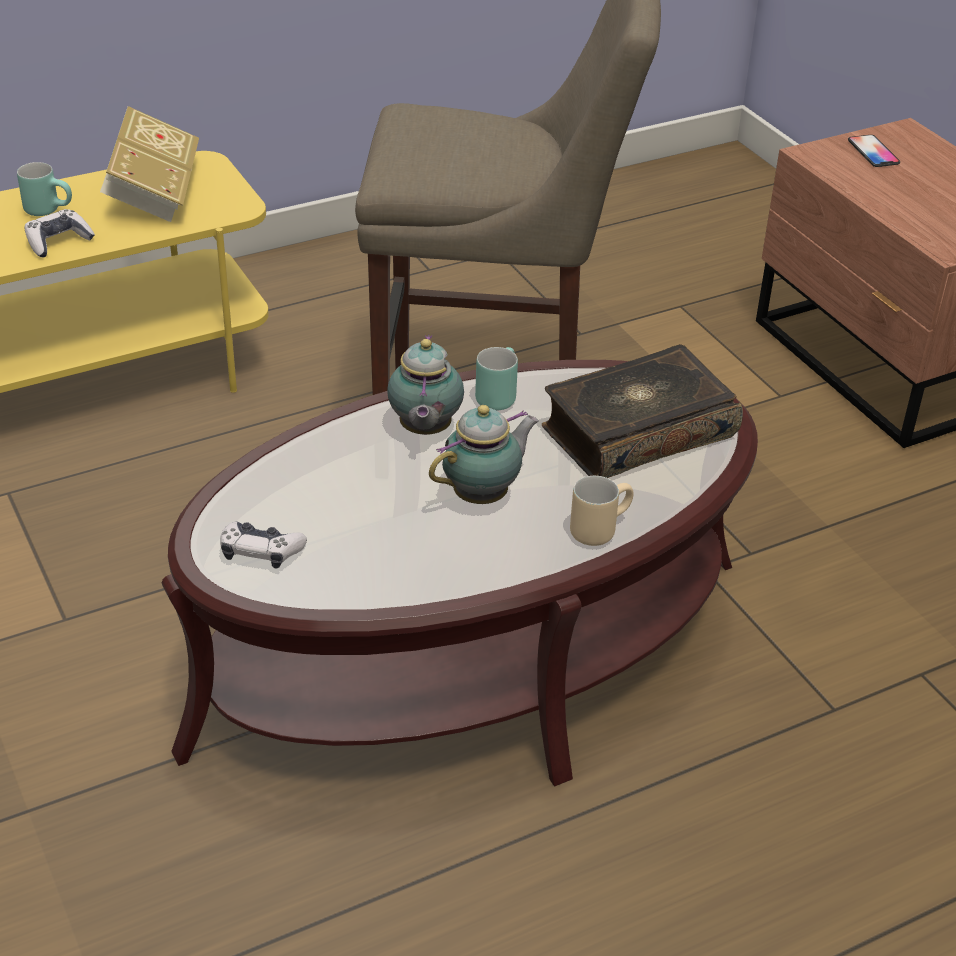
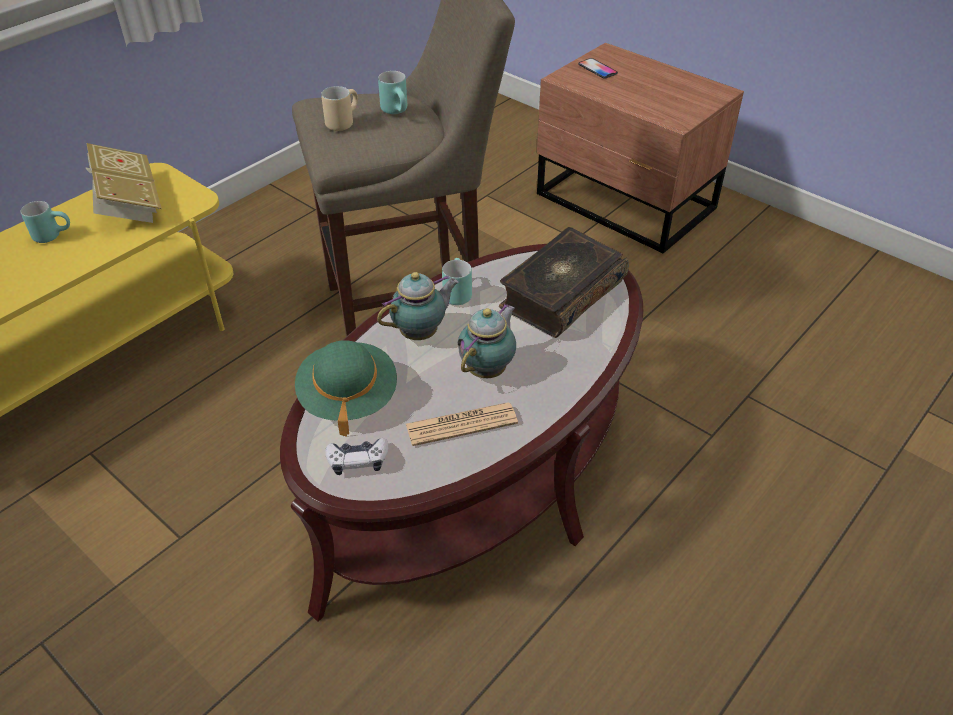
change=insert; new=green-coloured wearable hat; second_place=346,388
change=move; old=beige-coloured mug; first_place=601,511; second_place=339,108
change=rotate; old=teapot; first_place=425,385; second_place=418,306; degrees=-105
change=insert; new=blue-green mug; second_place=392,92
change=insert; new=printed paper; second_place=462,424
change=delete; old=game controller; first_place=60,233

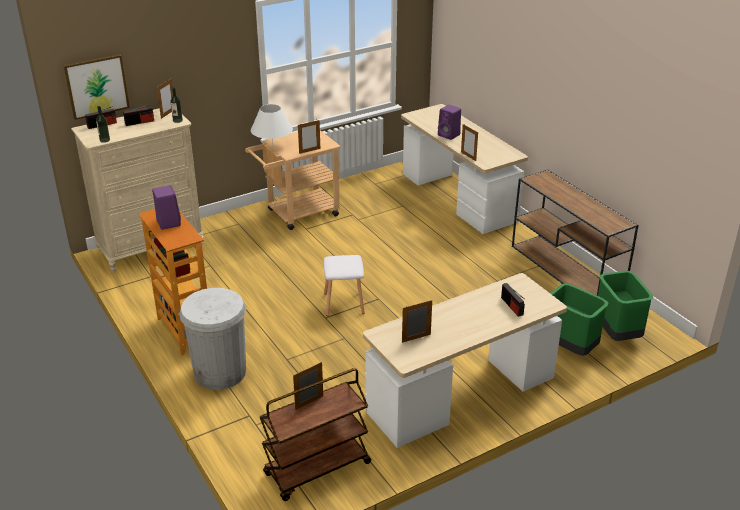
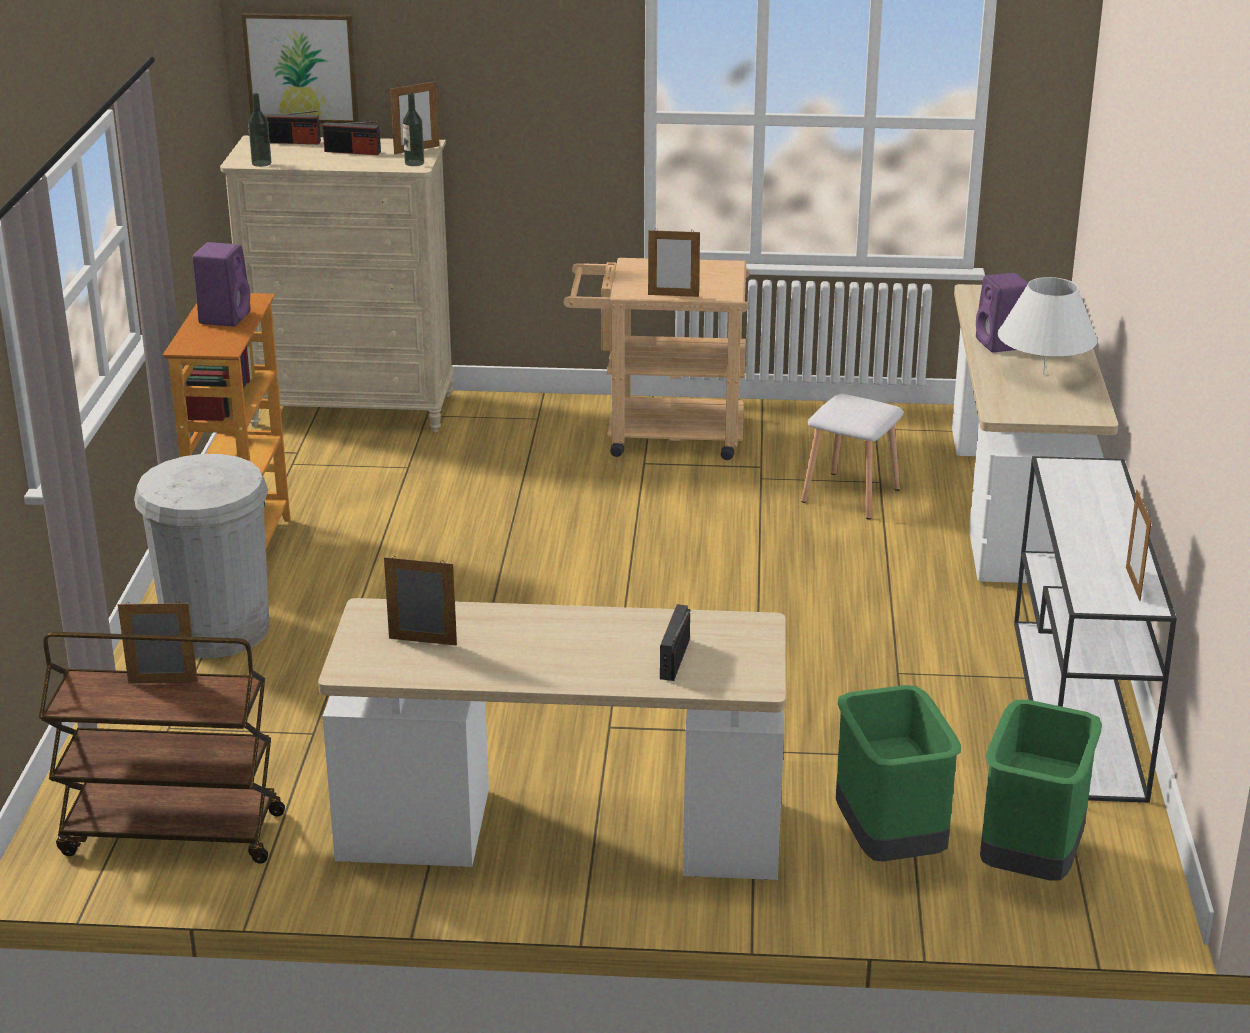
change=move; old=white stool seat; first_place=344,285; second_place=852,456
change=move; old=white tabletop lamp; first_place=272,125; second_place=1048,326
change=recolor; old=brown-coloured narrow table; new=white narrow table; first_place=575,232; second_place=1095,629
change=move; old=standing frame; first_place=469,142; second_place=1139,545

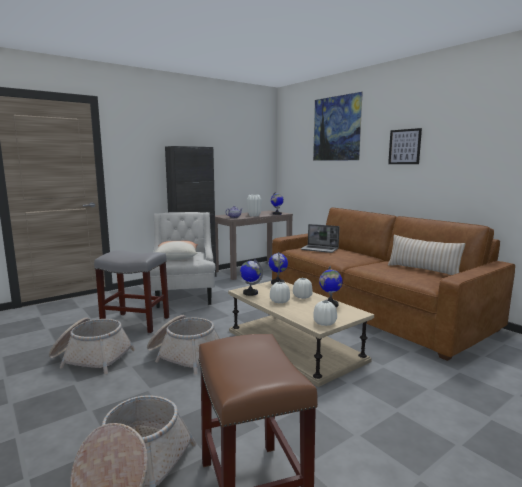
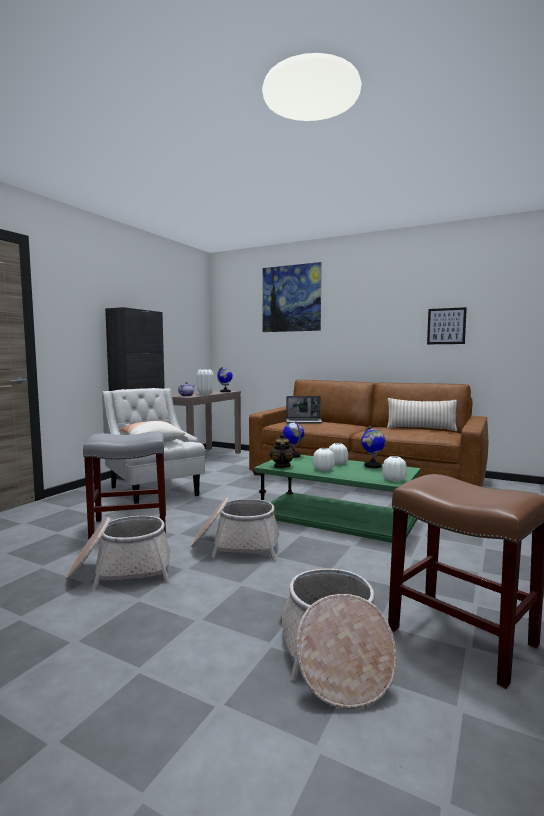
change=recolor; old=beige-coloured low table; new=green-coloured low table; first_place=301,334; second_place=337,499
change=replace; old=globe; new=teapot; first_place=251,277; second_place=282,450
change=move; old=wall picture; first_place=405,146; second_place=447,325

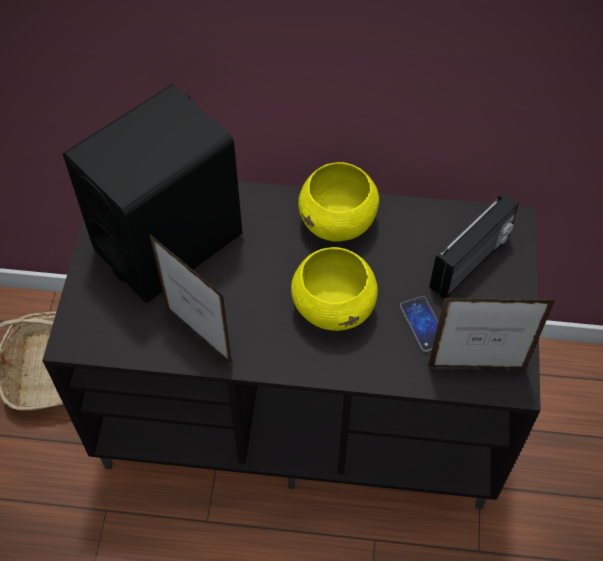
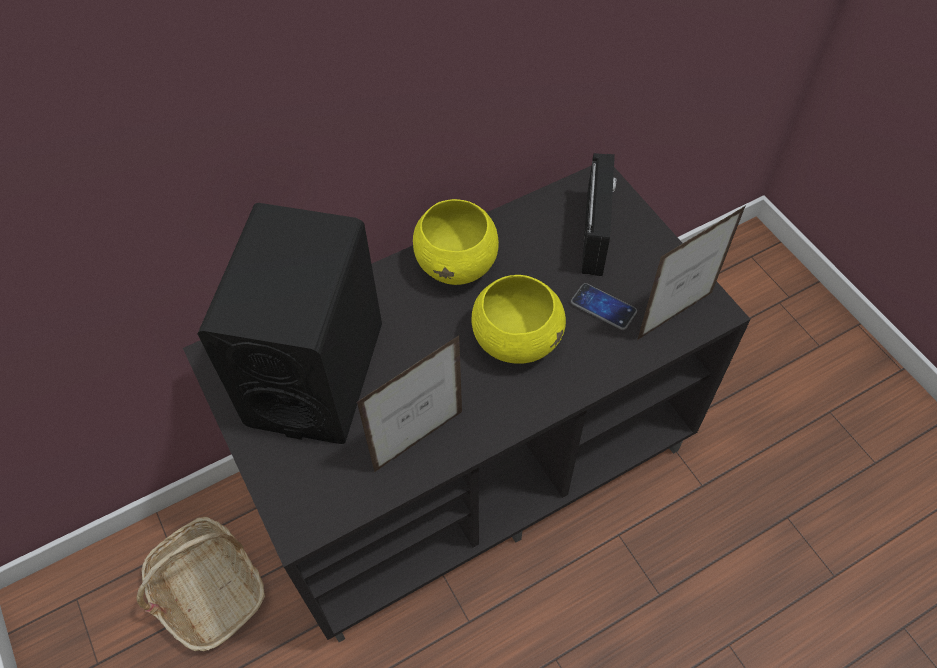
change=rotate; old=standing frame; first_place=191,299; second_place=409,403; degrees=135

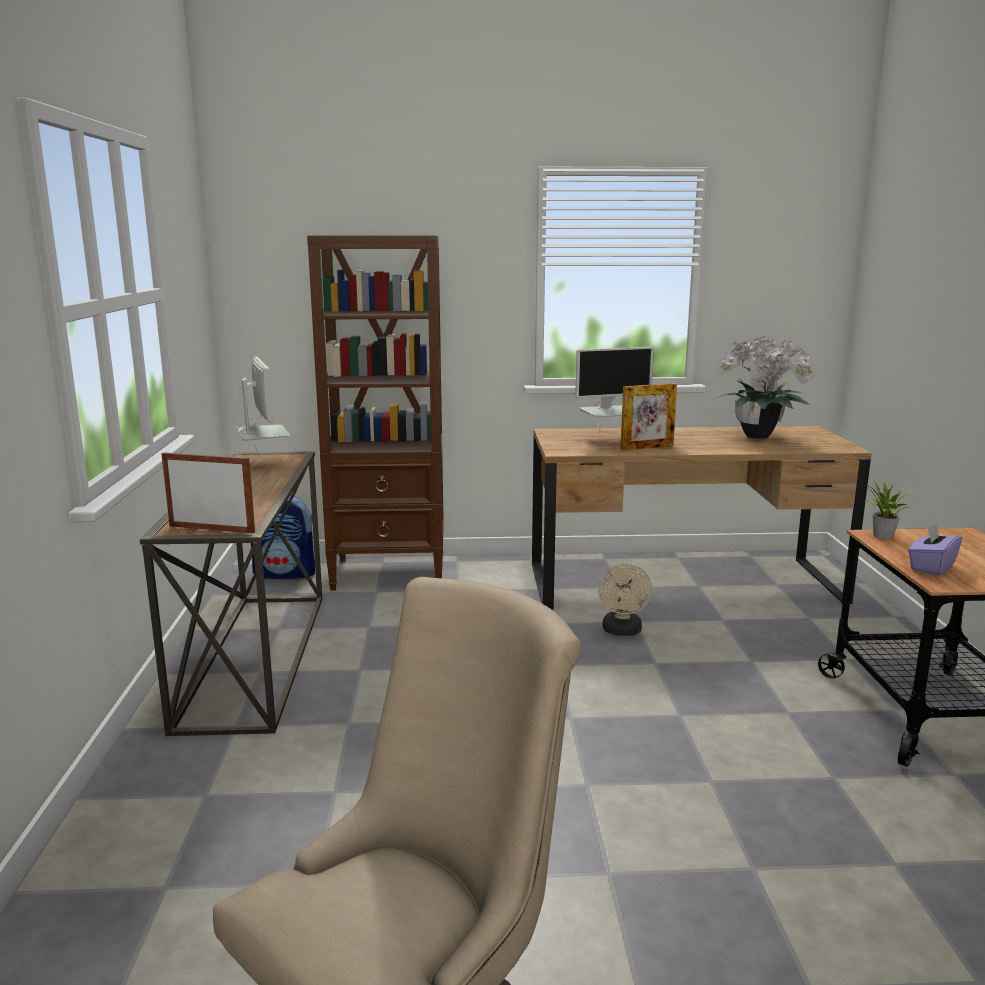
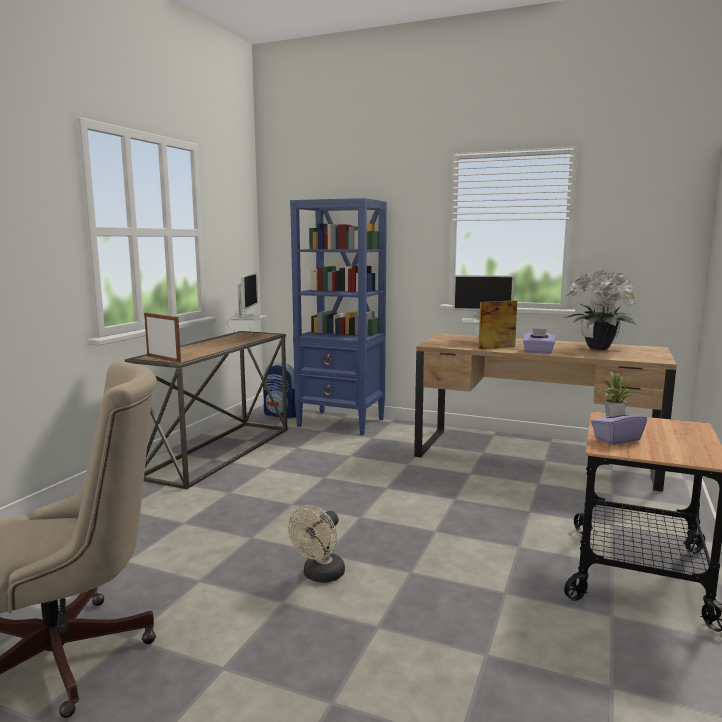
change=move; old=beige-coloured electric fan; first_place=625,600; second_place=316,544
change=recolor; old=brown-coloured shelving unit; new=bluish shelving unit; first_place=375,413; second_place=338,316
change=rotate; old=standing frame; first_place=648,417; second_place=497,325; degrees=150
change=insert; new=purplish tissue holder; second_place=539,341

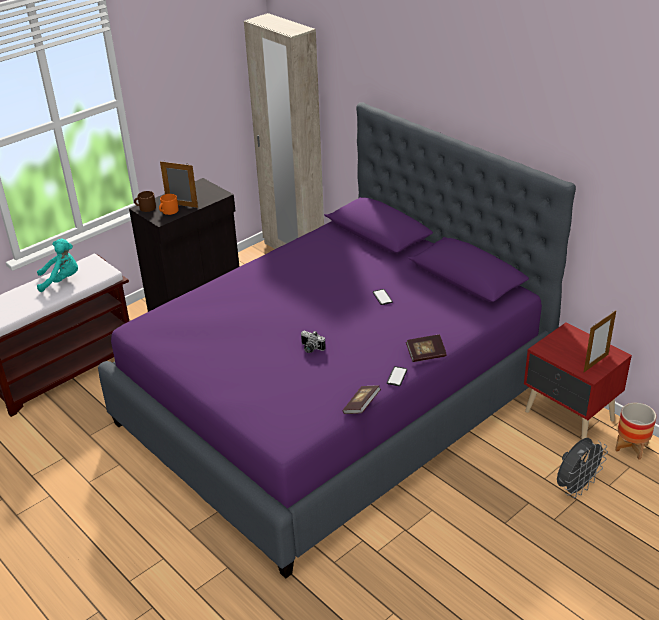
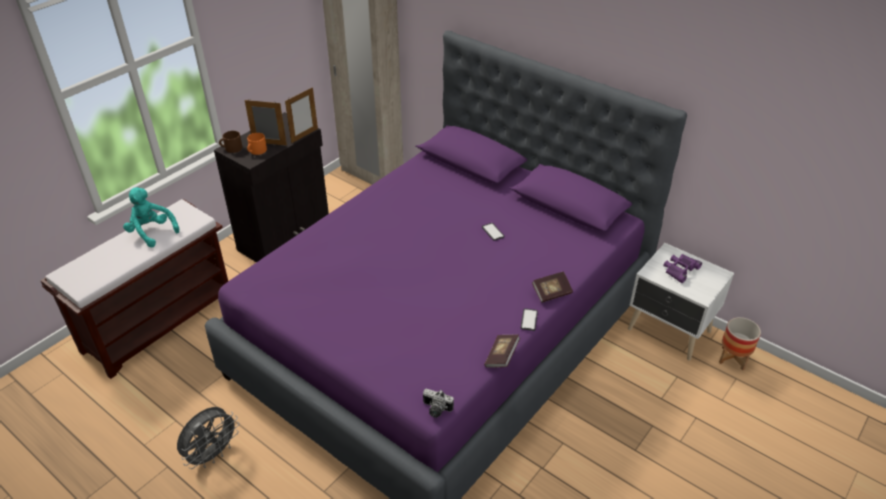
change=rotate; old=blue-green plush toy; first_place=57,265; second_place=151,217; degrees=-120
change=move; old=gray electric fan; first_place=582,468; second_place=208,438
change=move; old=standing frame; first_place=600,341; second_place=301,115
change=move; old=still camera; first_place=313,342; second_place=438,403
change=recolor; old=red night table; new=white night table; first_place=578,381; second_place=681,302
change=insert; new=purplish field glasses; second_place=682,268

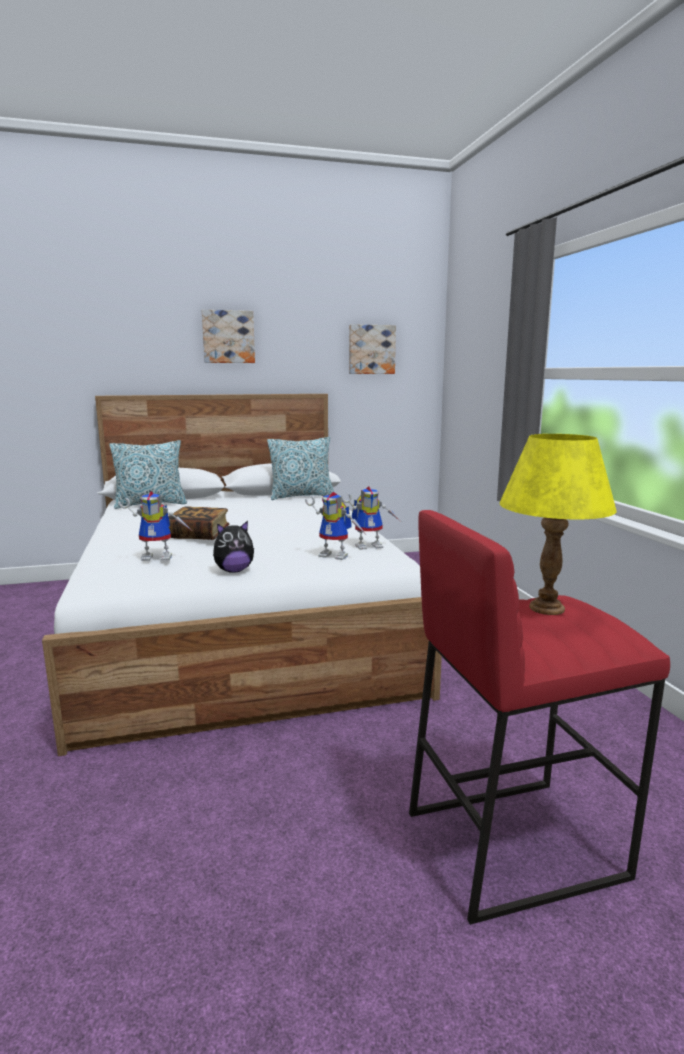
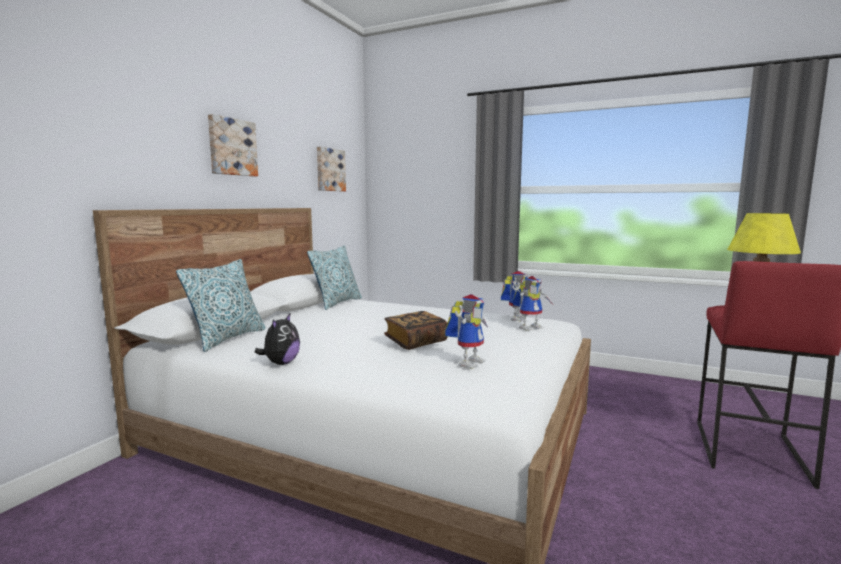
change=move; old=plush toy; first_place=233,547; second_place=277,339

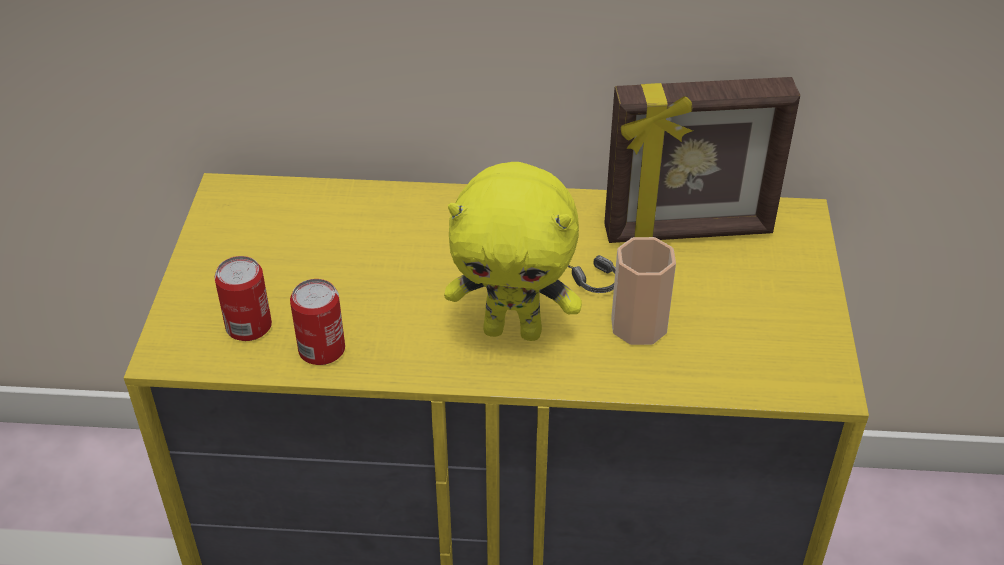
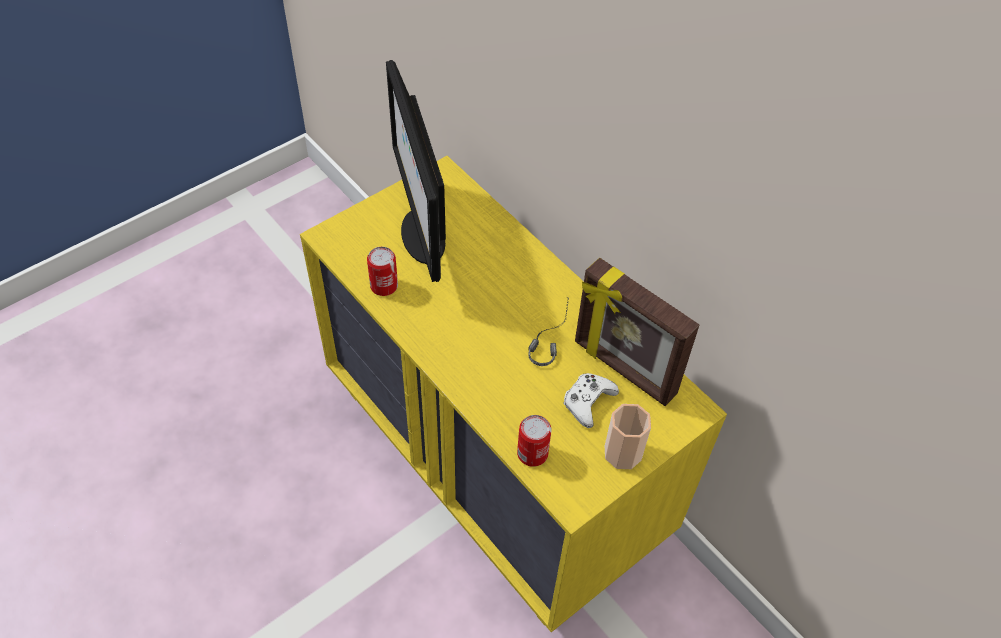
change=insert; new=monitor; second_place=416,171
change=move; old=can; first_place=243,298; second_place=534,441
change=insert; new=white game controller; second_place=591,400
change=move; old=drinking cup; first_place=643,291; second_place=628,436
change=delete; old=yellow plush toy; first_place=513,251

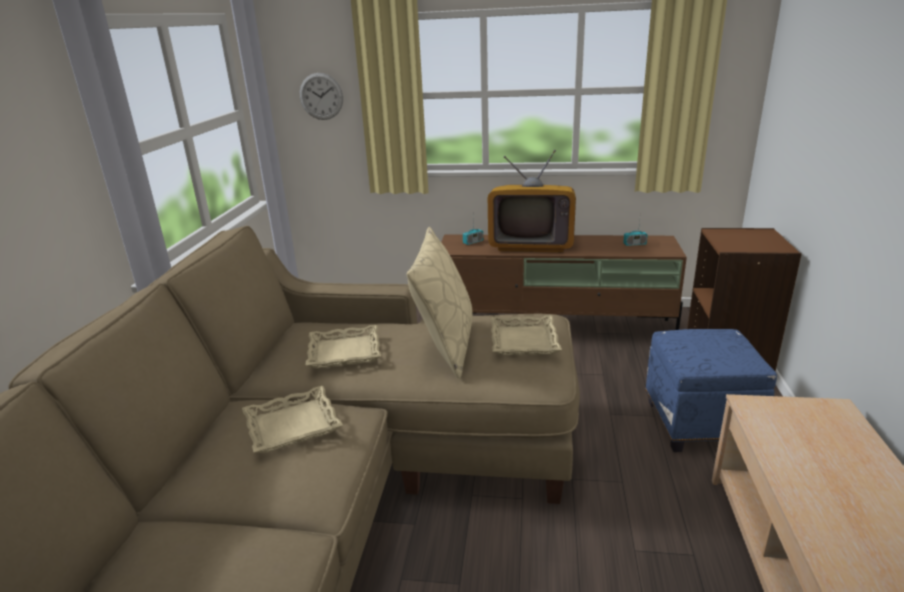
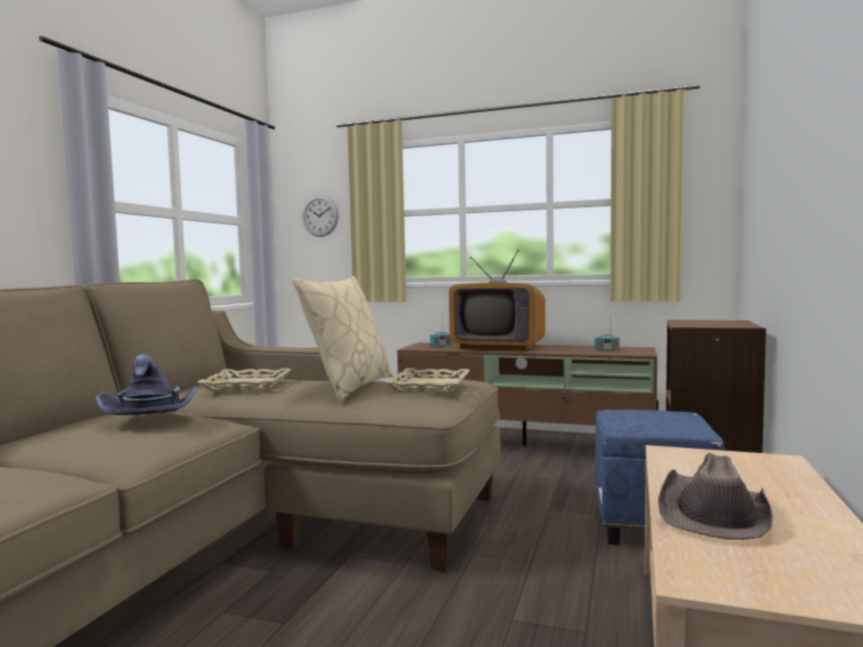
change=replace; old=beige-coloured carrying tray; new=purplish wearable hat; first_place=292,419; second_place=146,384
change=insert; new=brown-coloured wearable hat; second_place=715,496

